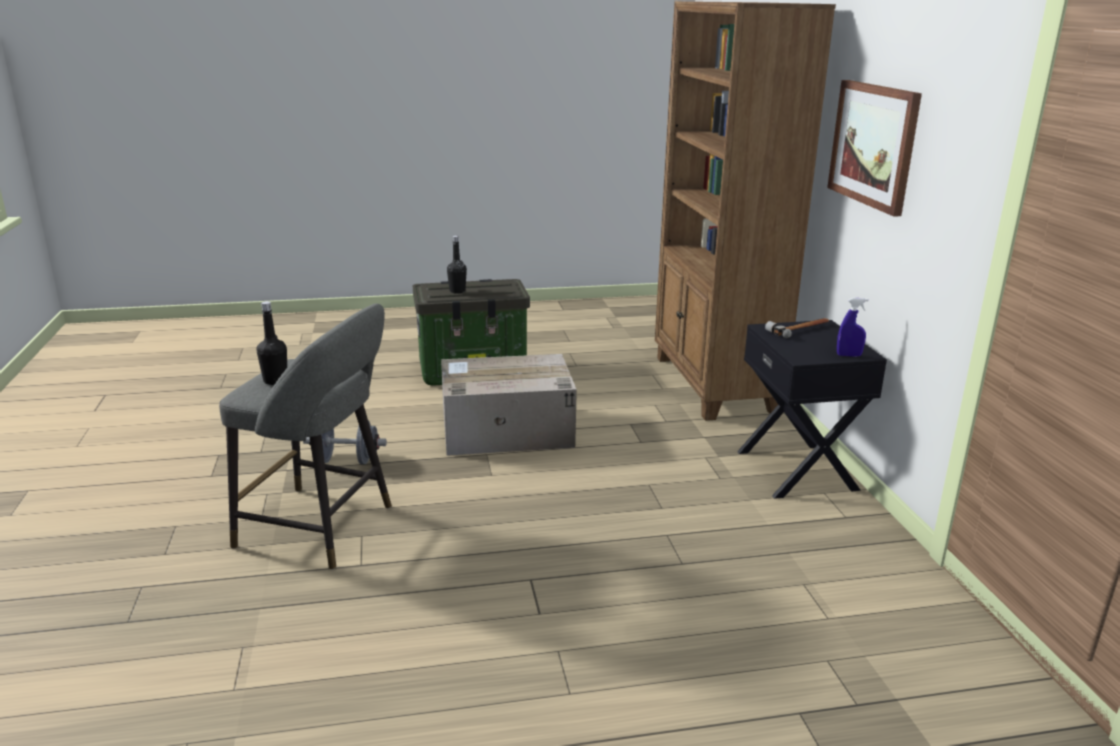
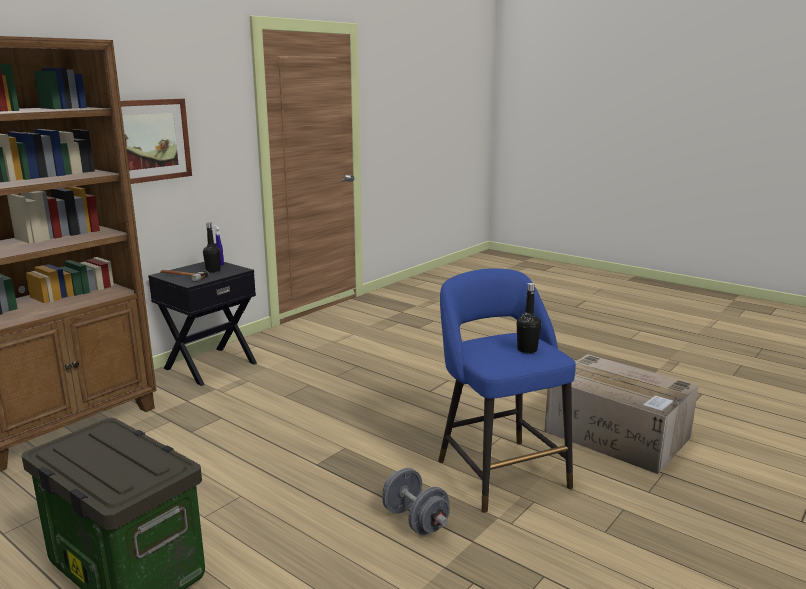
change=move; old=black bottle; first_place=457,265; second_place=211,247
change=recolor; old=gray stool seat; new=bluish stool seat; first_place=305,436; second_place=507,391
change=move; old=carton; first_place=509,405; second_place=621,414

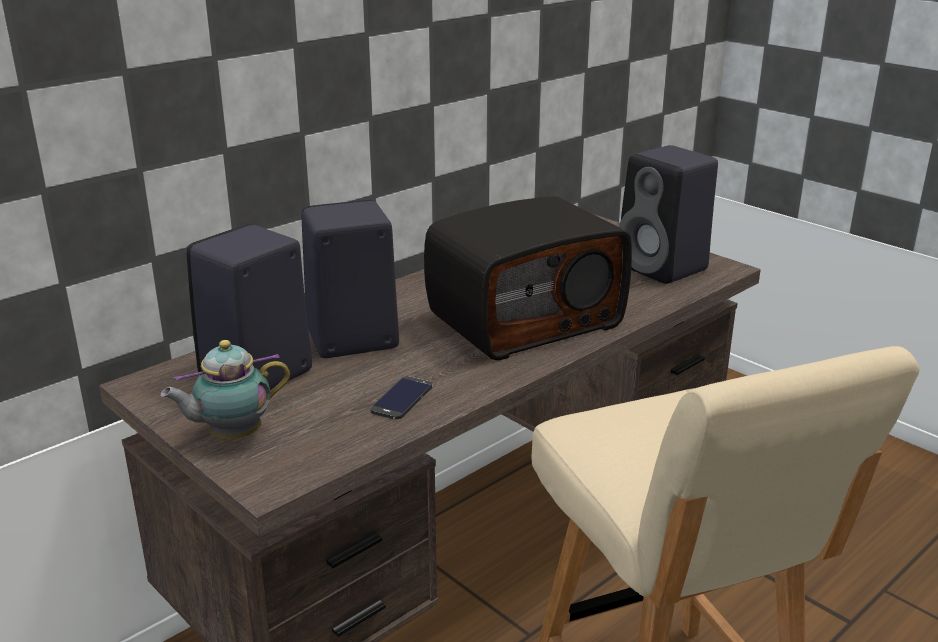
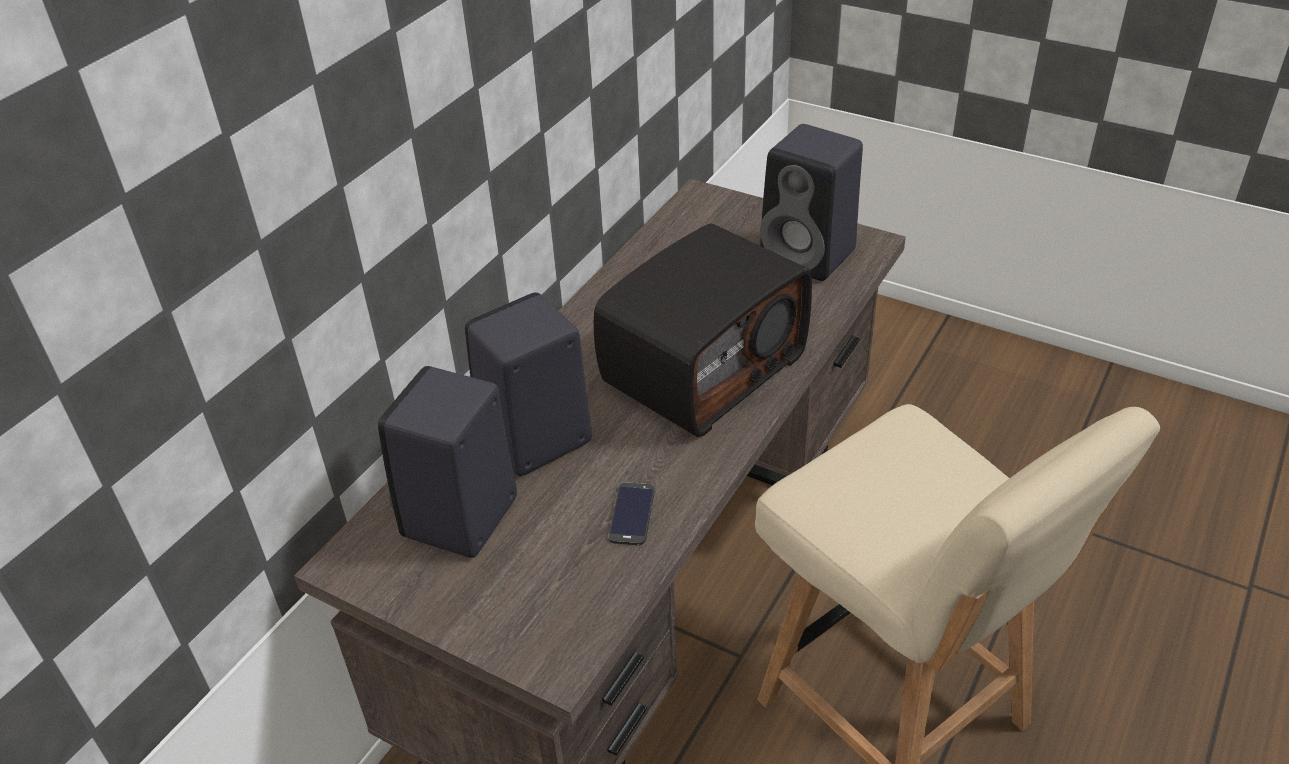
change=delete; old=teapot; first_place=225,389

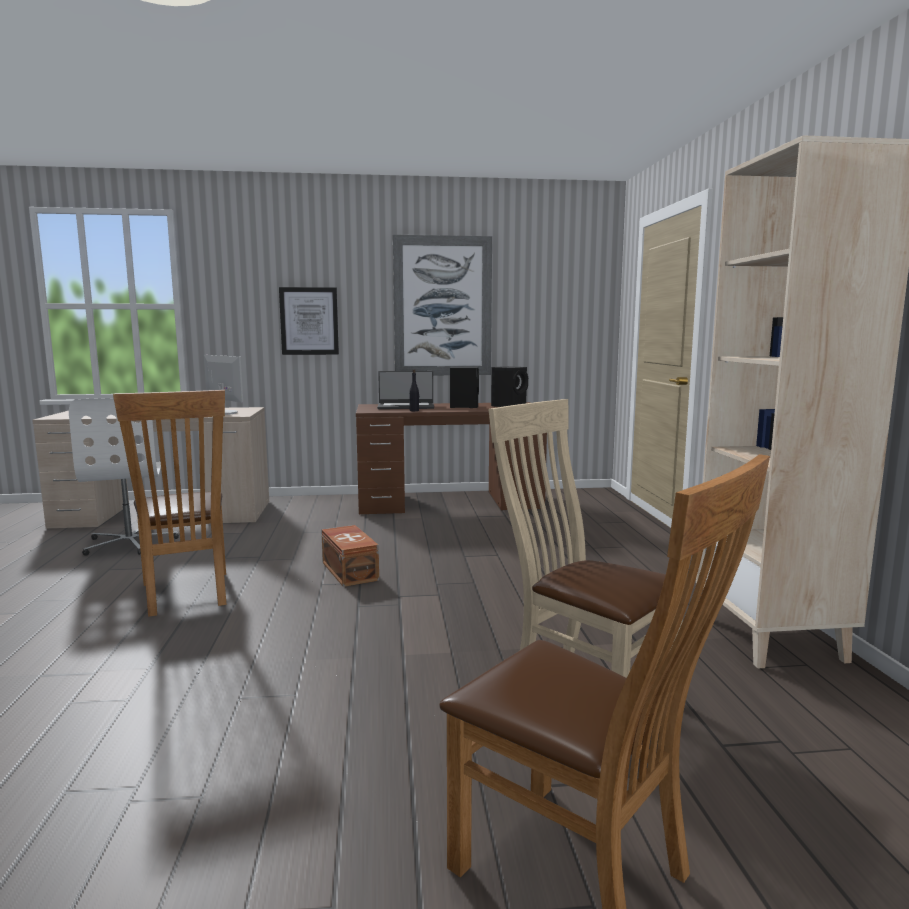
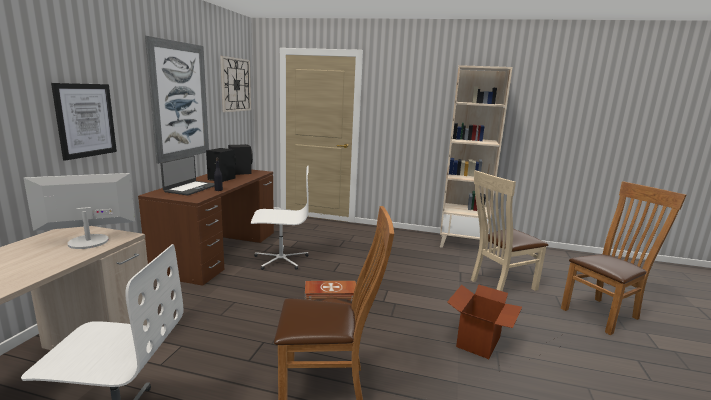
change=insert; new=hanging clock; second_place=235,84
change=insert; new=white office chair; second_place=280,217
change=insert; new=carton; second_place=484,321

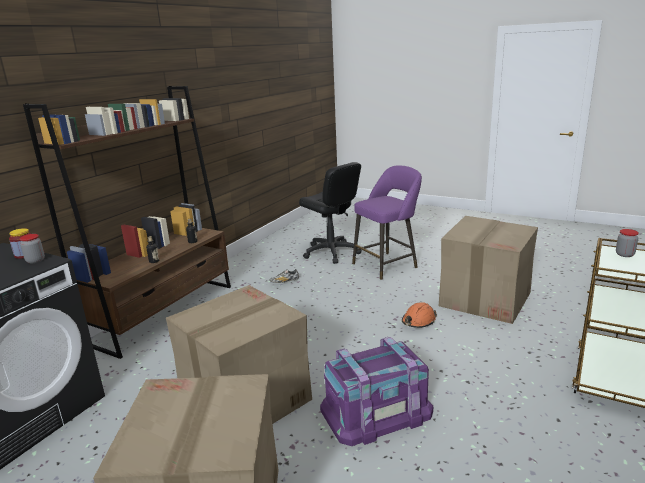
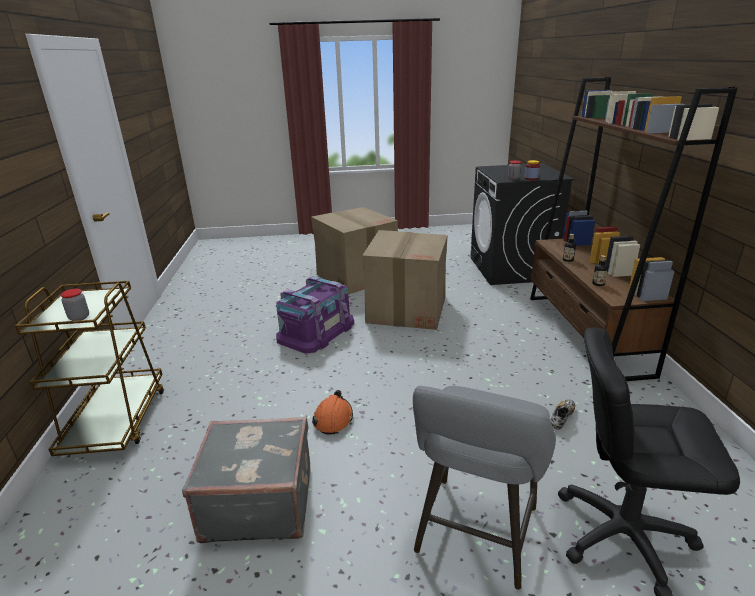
change=replace; old=carton; new=gray travel case; first_place=488,270; second_place=246,480
change=recolor; old=purplish stool seat; new=gray stool seat; first_place=387,223; second_place=484,488

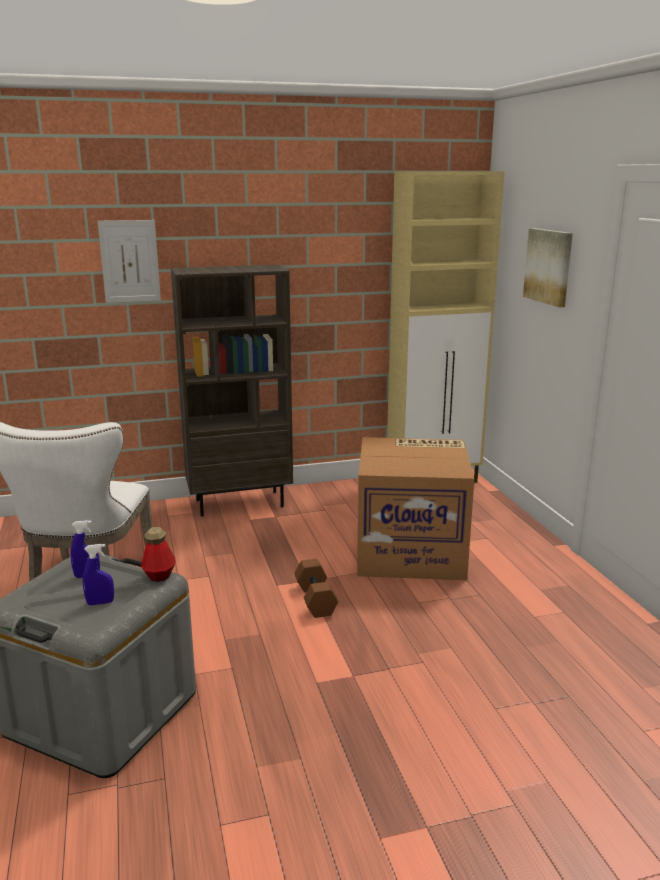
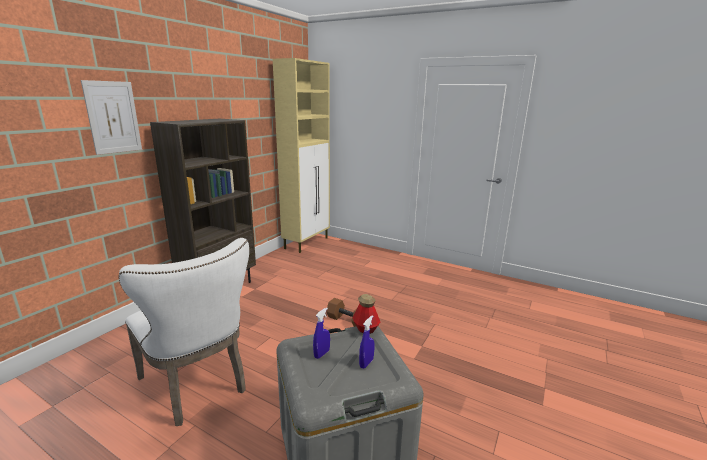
change=delete; old=carton; first_place=415,508
change=delete; old=wall picture; first_place=548,267

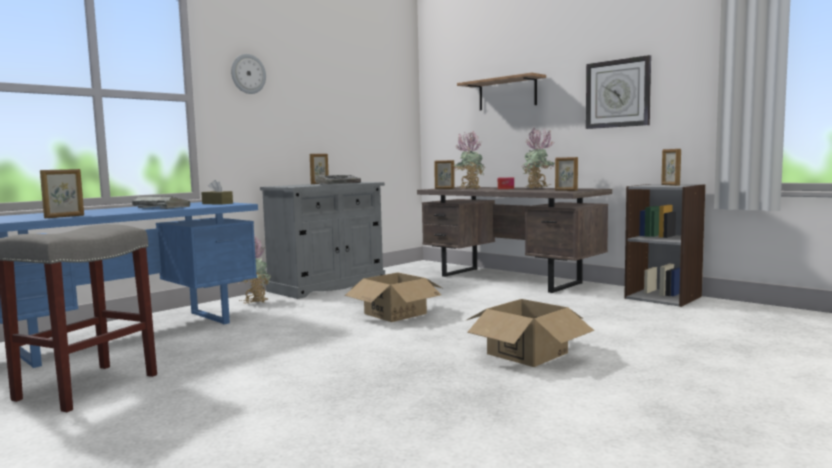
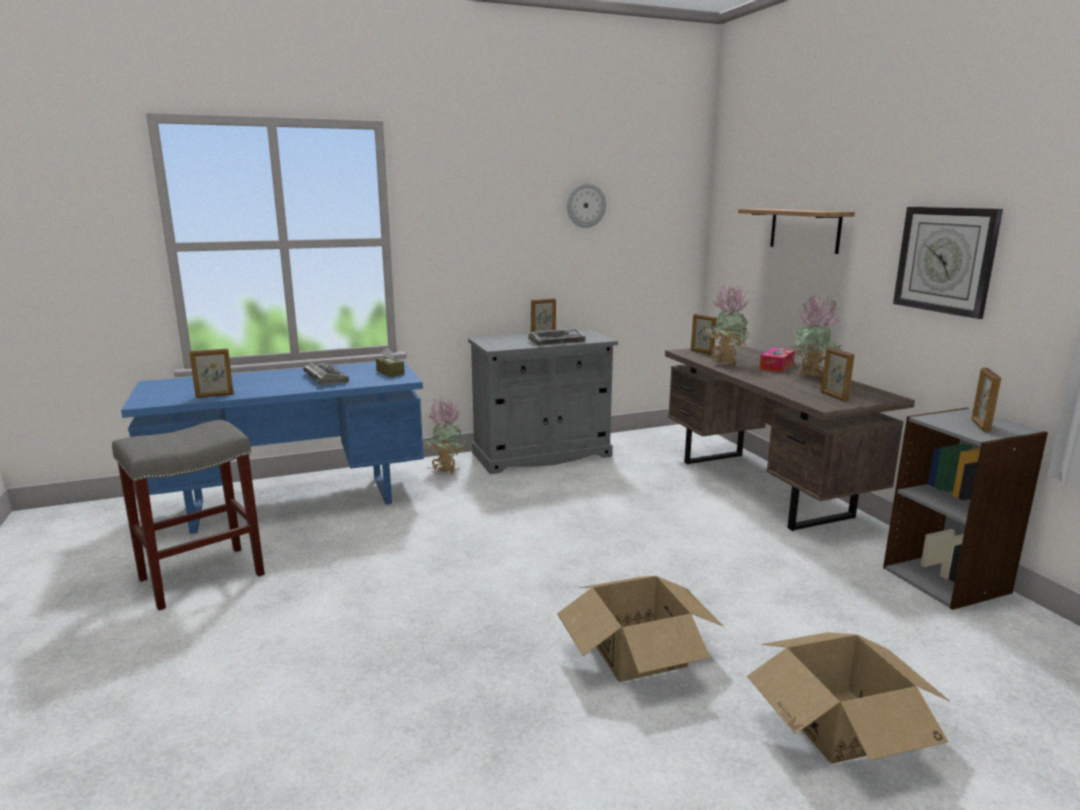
change=move; old=hanging clock; first_place=248,74; second_place=586,205
change=move; old=carton; first_place=393,297; second_place=848,698

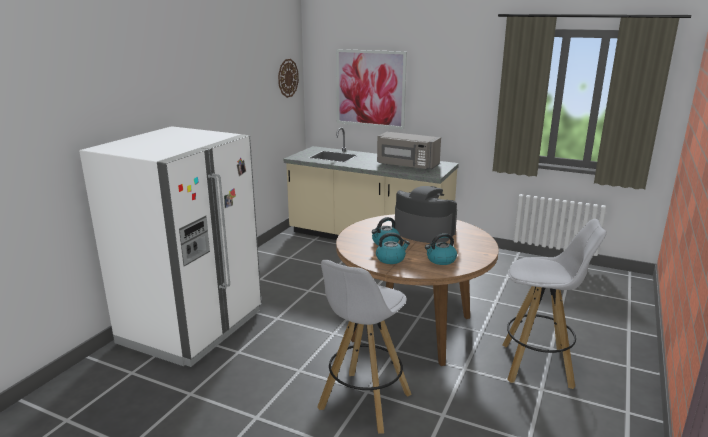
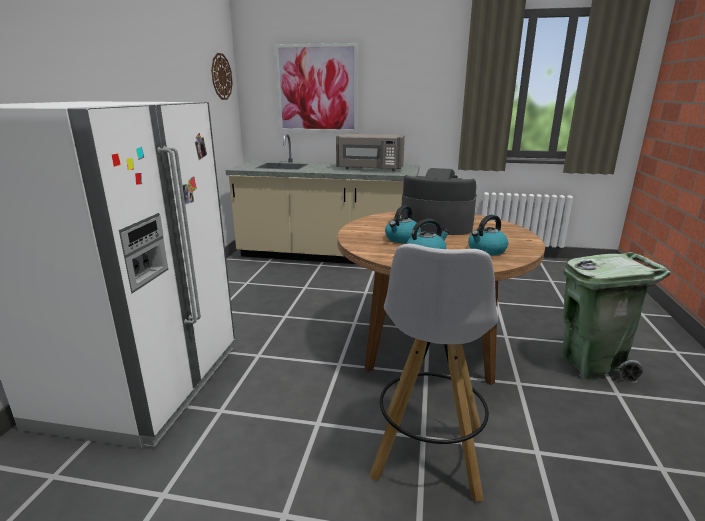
change=replace; old=white stool seat; new=green-coloured waste bin; first_place=554,304; second_place=616,317

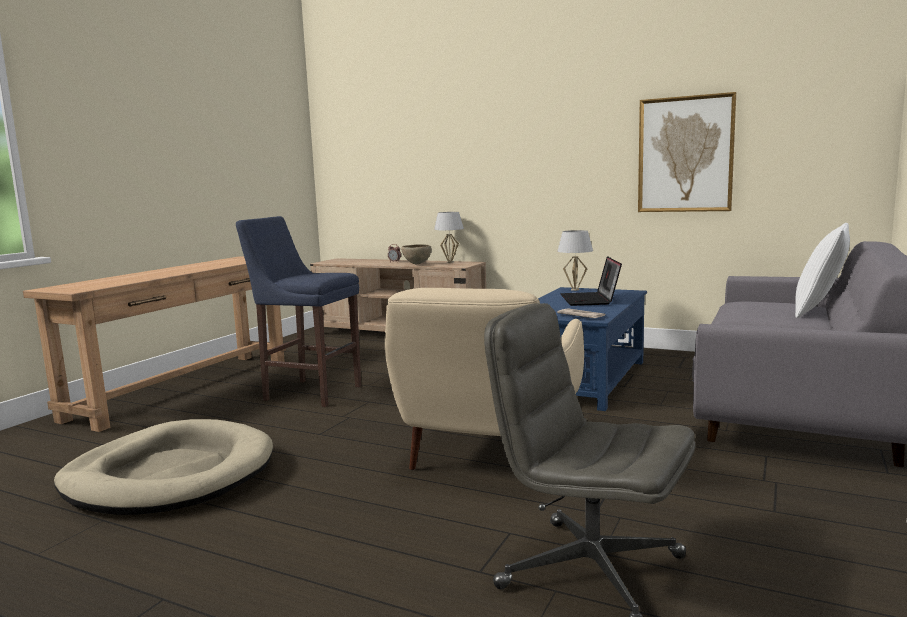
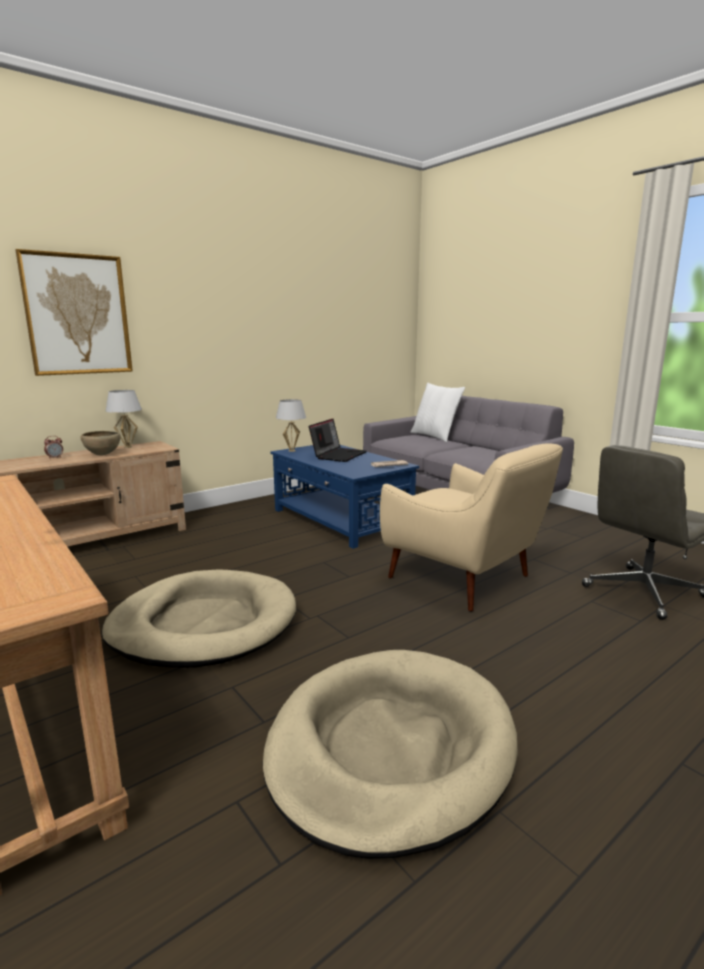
change=move; old=wall picture; first_place=687,152; second_place=74,312
change=replace; old=bluish stool seat; new=beige-coloured dog cushion; first_place=298,311; second_place=199,618
change=rotate; old=laptop; first_place=591,281; second_place=338,440; degrees=-90

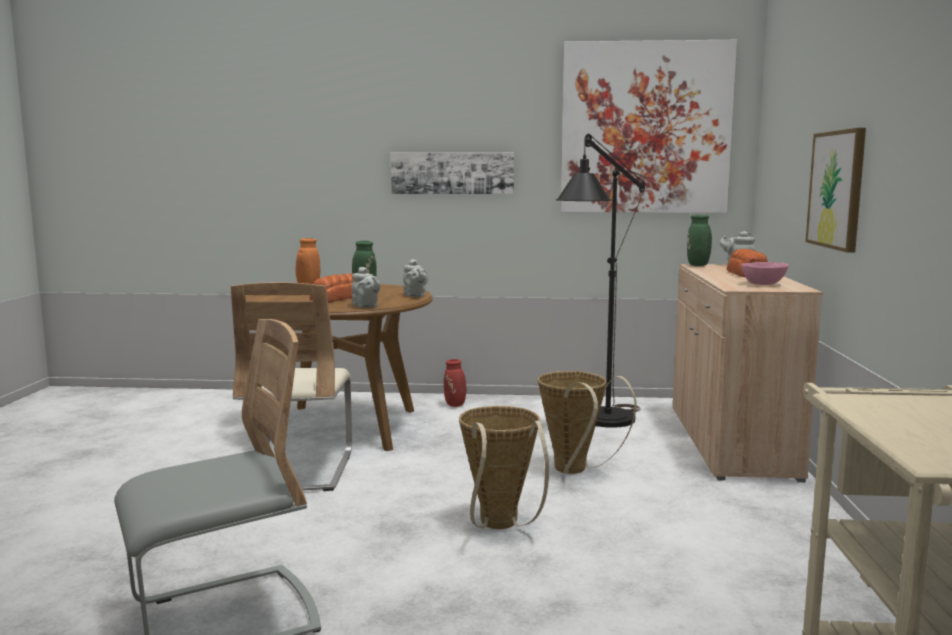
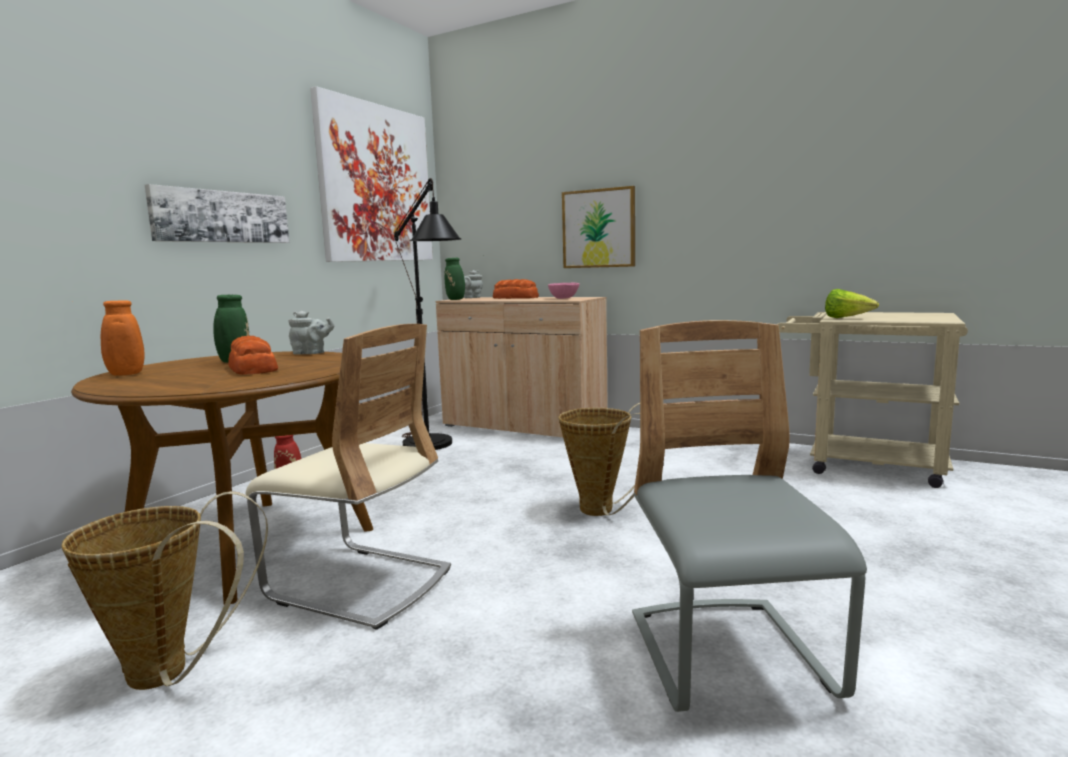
change=move; old=basket; first_place=587,422; second_place=164,590
change=insert; new=head of lettuce; second_place=852,303
change=delete; old=gray teapot; first_place=366,287

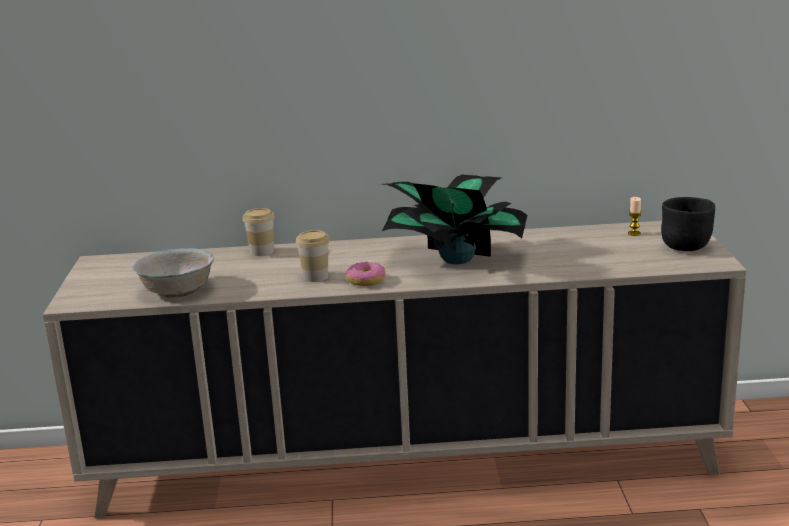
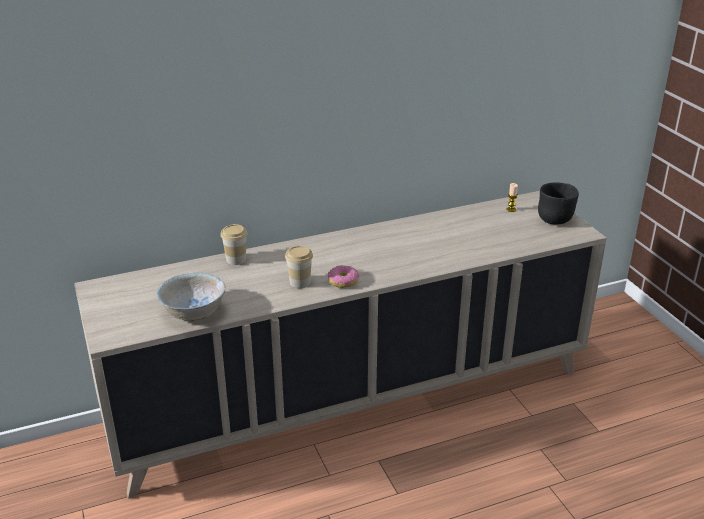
change=delete; old=potted plant; first_place=453,219

